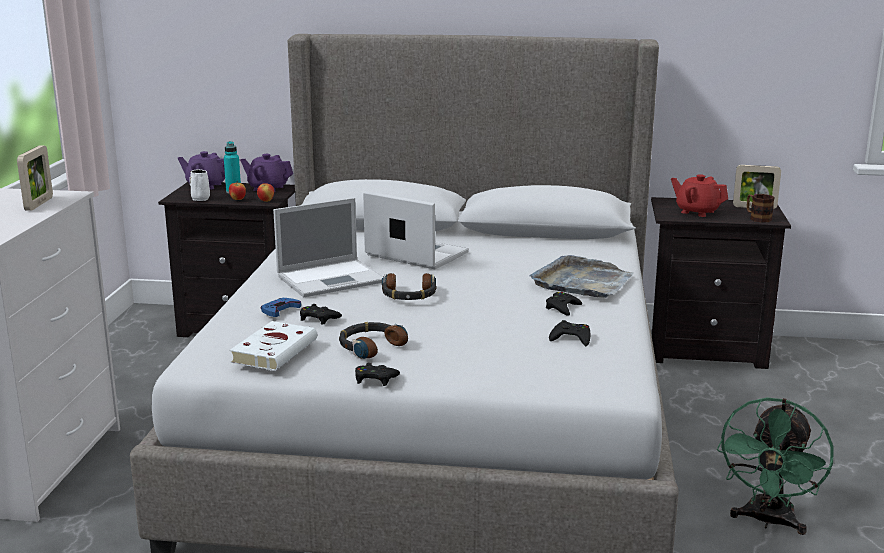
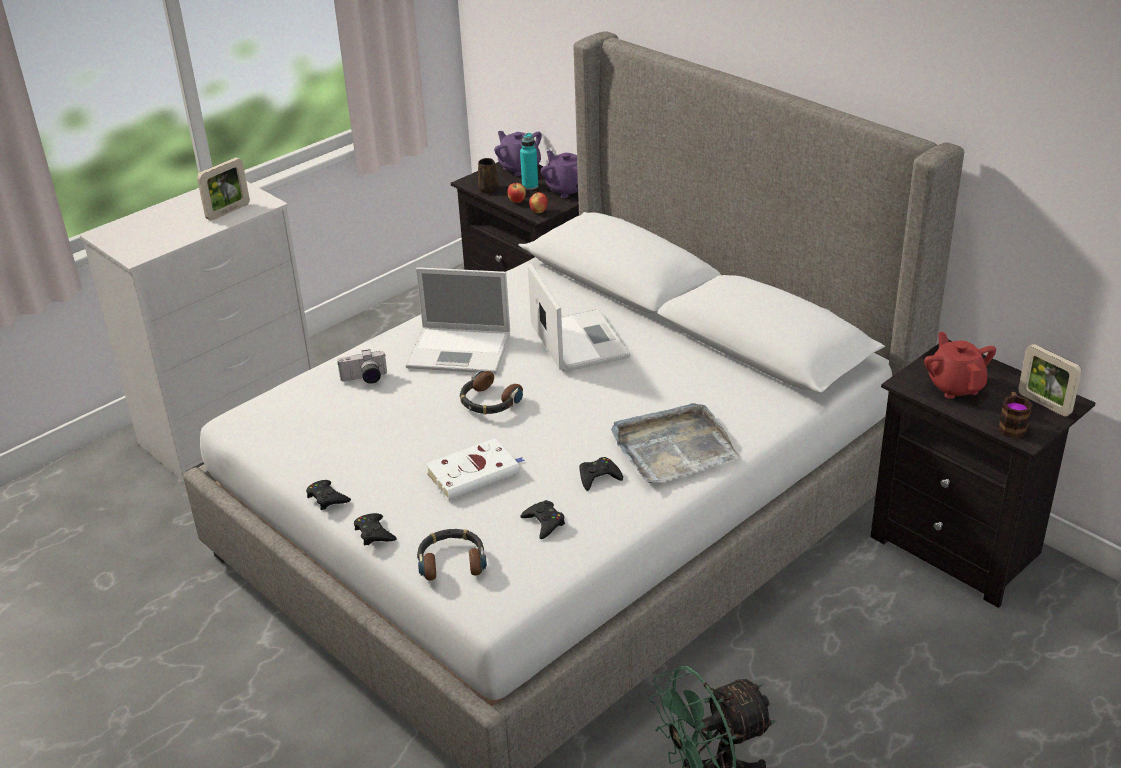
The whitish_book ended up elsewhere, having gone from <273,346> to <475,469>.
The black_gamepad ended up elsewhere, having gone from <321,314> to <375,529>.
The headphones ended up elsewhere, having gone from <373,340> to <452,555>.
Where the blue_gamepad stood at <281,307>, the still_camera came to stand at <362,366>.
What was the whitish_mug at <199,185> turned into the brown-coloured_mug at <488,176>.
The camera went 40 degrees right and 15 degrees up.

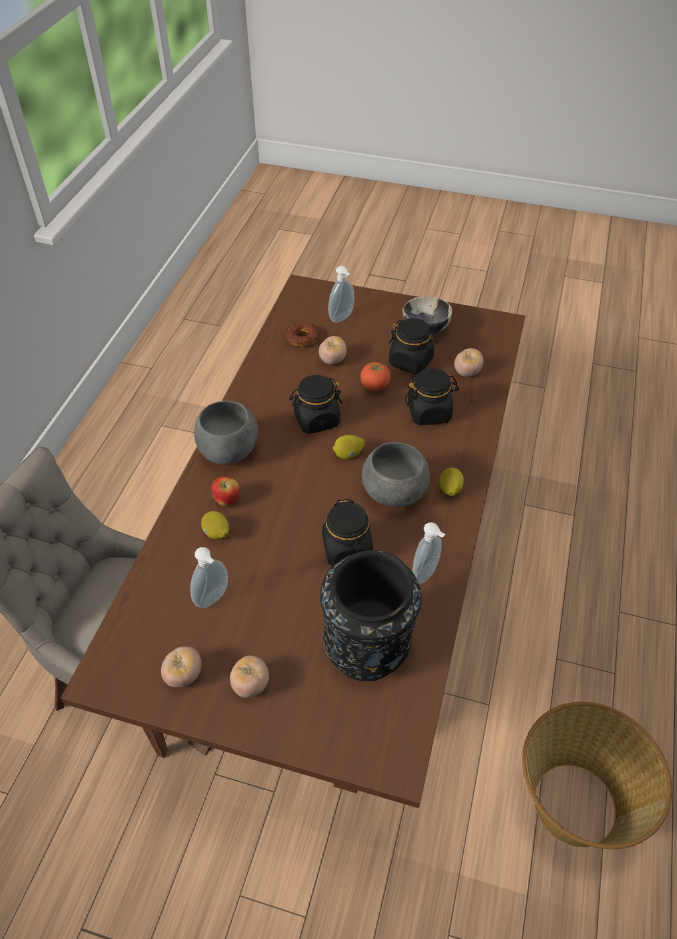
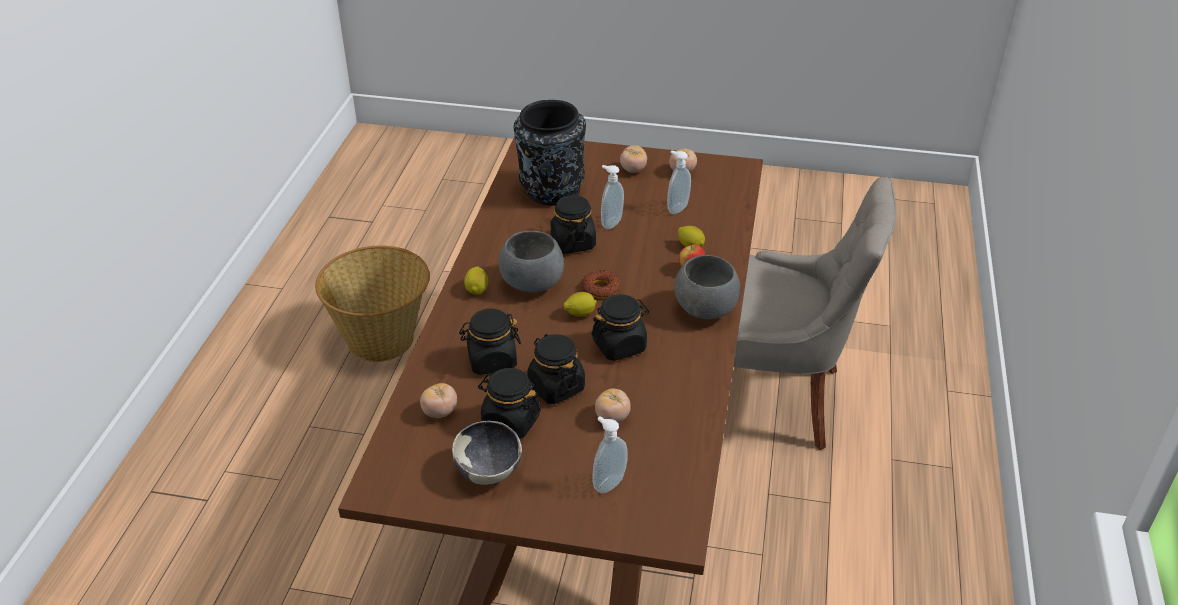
The donut ended up elsewhere, having gone from <302,334> to <601,284>.
The soap_bottle ended up elsewhere, having gone from <428,553> to <612,197>.
Where the whole_tomato stood at <375,376>, the black_storage_jar came to stand at <556,369>.
The camera went 175 degrees right and 10 degrees down.

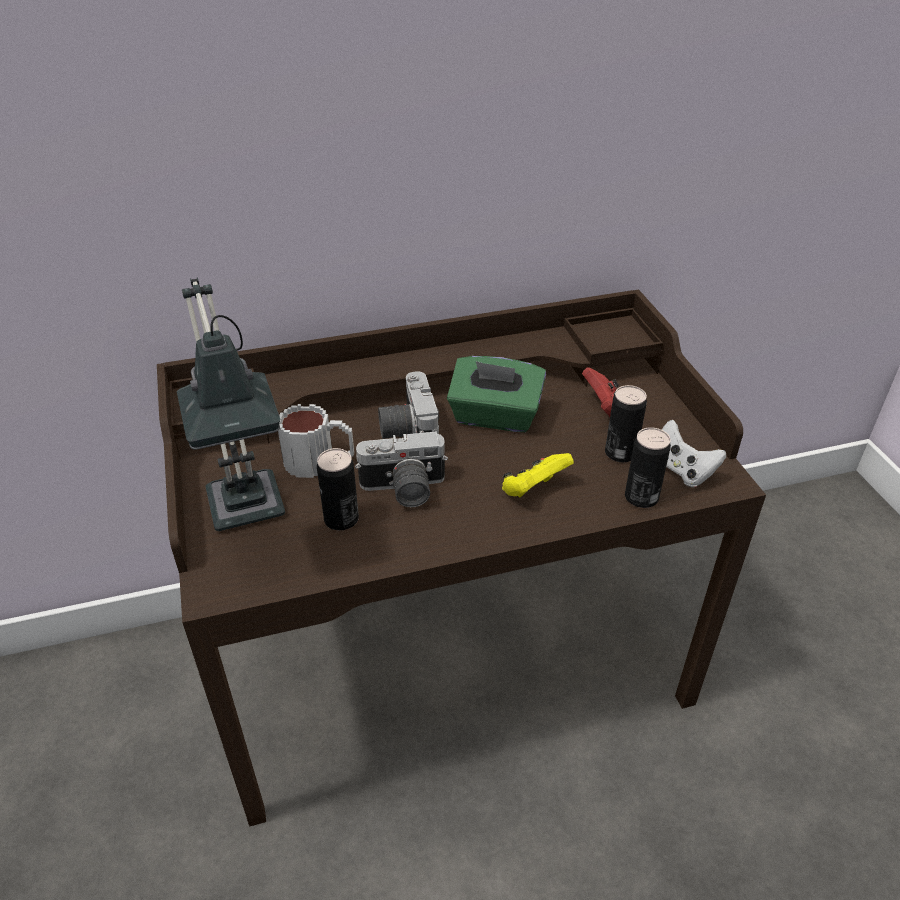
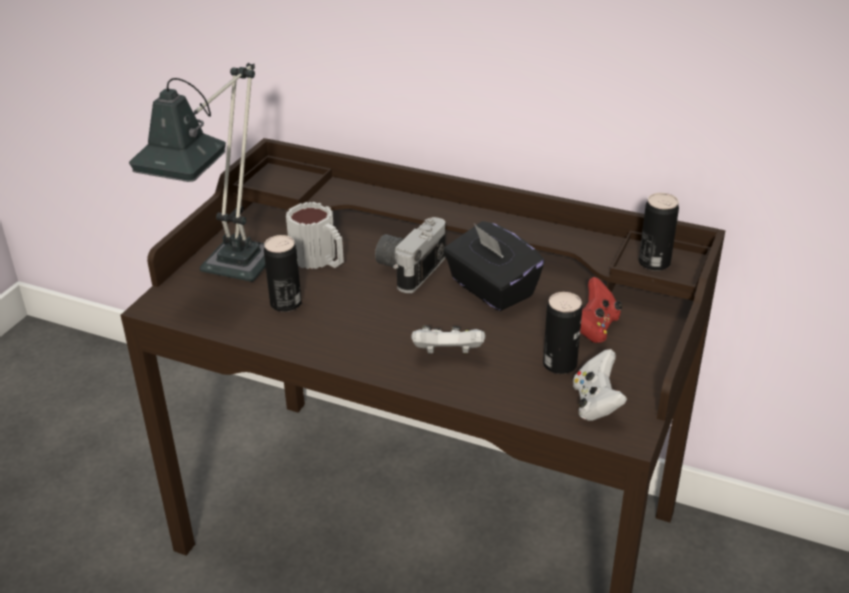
The second view lost the still_camera at <401,469>.
The metal_can ended up elsewhere, having gone from <648,467> to <659,232>.
What was the greenish_tissue_box at <496,394> turned into the black_tissue_box at <493,266>.
What was the yellowish_gamepad at <538,475> turned into the whitish_gamepad at <448,339>.
The camera went 40 degrees right and 5 degrees down.

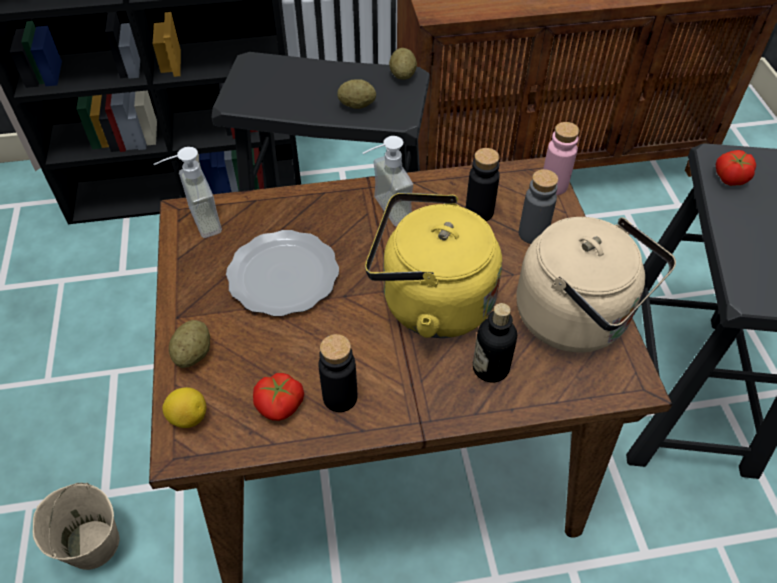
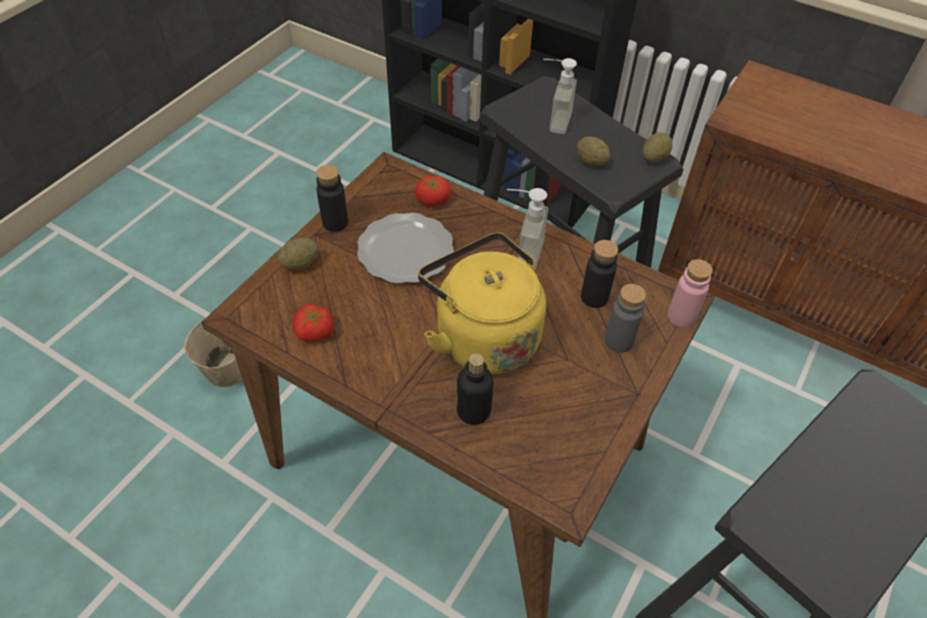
The second view lost the citrus_fruit at <184,407>.
The second view lost the beige_water_kettle at <596,284>.
The soap_bottle ended up elsewhere, having gone from <188,192> to <560,96>.
The black_bottle ended up elsewhere, having gone from <337,373> to <332,198>.
The whole_tomato ended up elsewhere, having gone from <736,168> to <433,190>.
The camera went 40 degrees right and 0 degrees up.

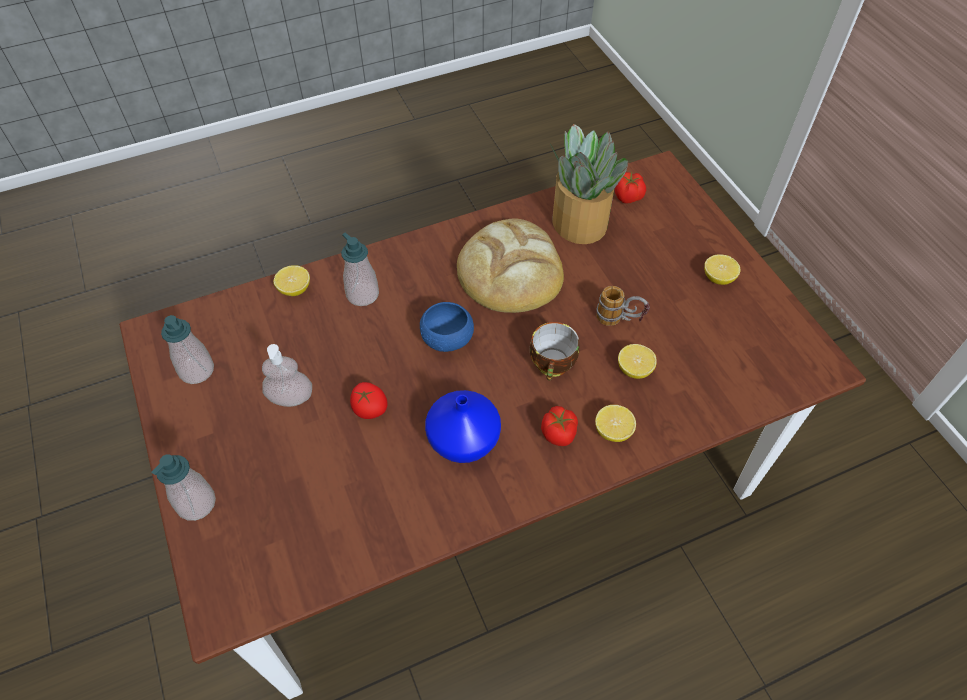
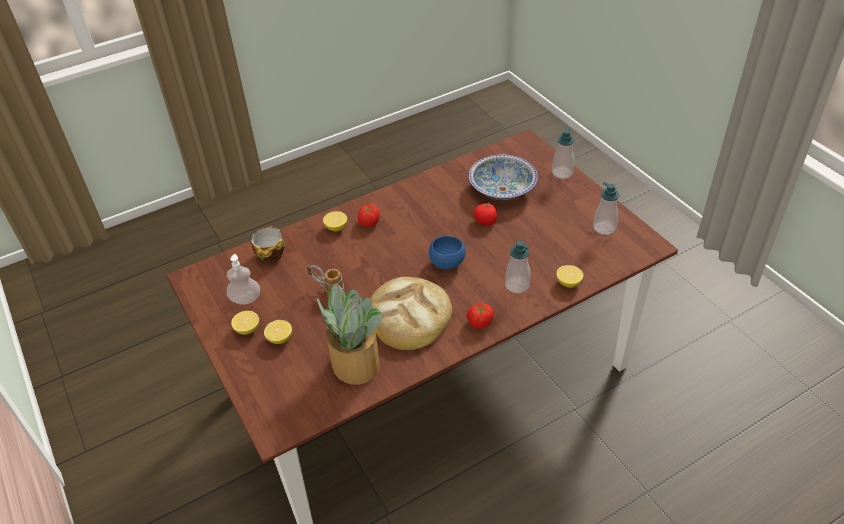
The second view lost the blue_decorative_vase at <463,426>.
The second view gained the serving_bowl at <503,177>.
The soap_bottle ended up elsewhere, having gone from <287,375> to <243,279>.
The small_cup ended up elsewhere, having gone from <555,351> to <268,244>.
The whole_tomato ended up elsewhere, having gone from <630,188> to <480,315>.
The citrus_fruit ended up elsewhere, having gone from <637,361> to <278,332>.
The camera went 175 degrees right and 10 degrees down.

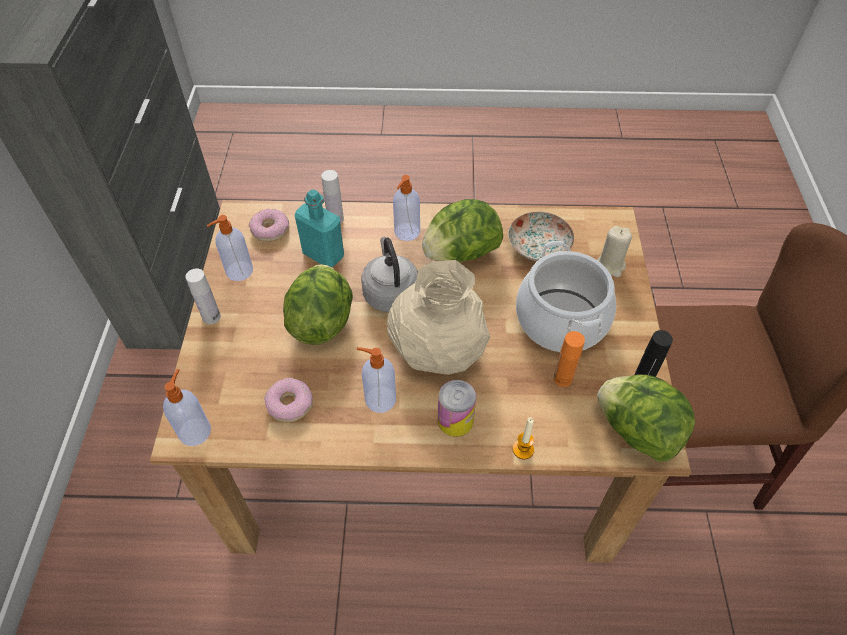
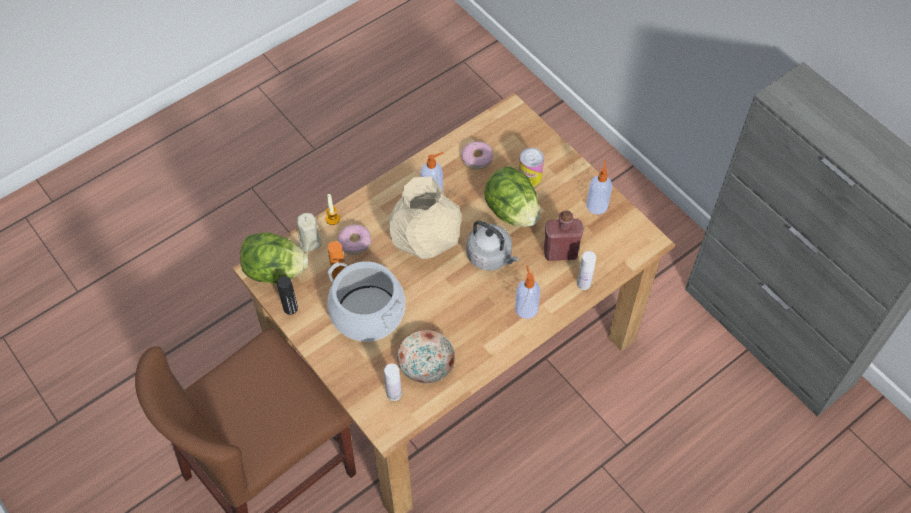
The second view lost the soap_bottle at <187,407>.
The second view lost the head_of_lettuce at <462,230>.
The whitish_bottle ended up elsewhere, having gone from <203,296> to <393,382>.
The donut ended up elsewhere, having gone from <269,225> to <354,240>.
The metal_can ended up elsewhere, having gone from <457,408> to <531,166>.
The beige_wax_candle ended up elsewhere, having gone from <614,251> to <309,232>.
What was the blue-green_bottle at <319,228> turned into the red_bottle at <564,235>.
The camera went 140 degrees right and 5 degrees up.

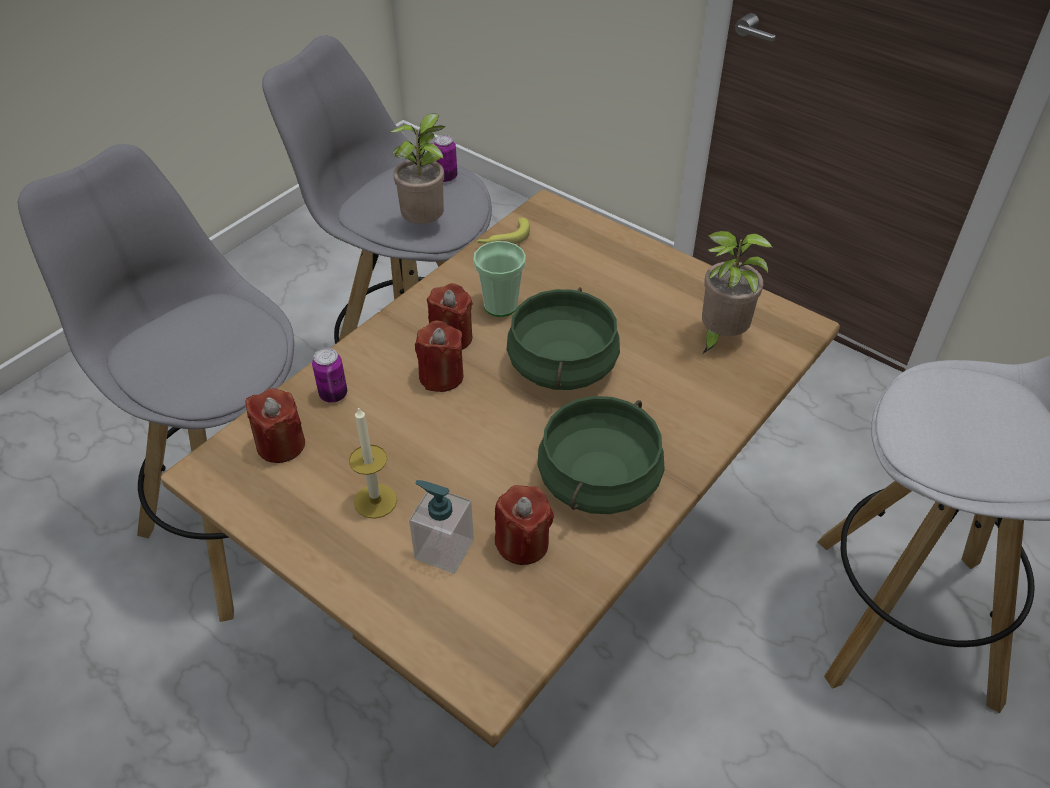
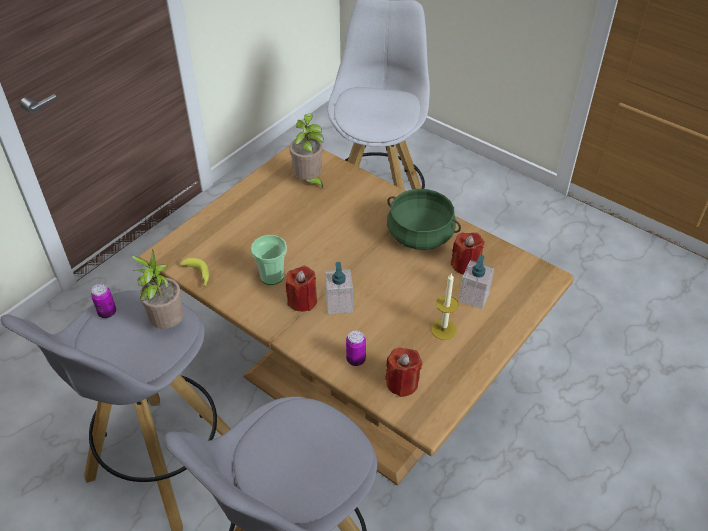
The second view lost the greenish_stockpot at <563,338>.
Where the red_wax_candle stood at <439,356>, the soap_bottle came to stand at <339,288>.
The camera went 90 degrees left and 0 degrees up.

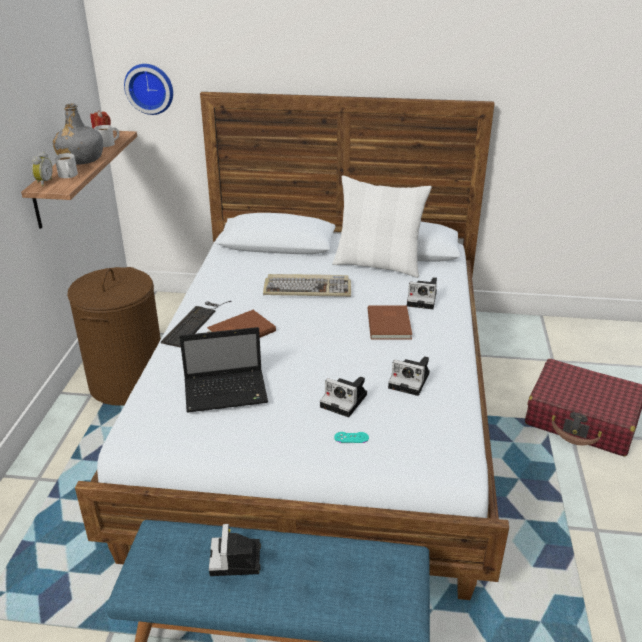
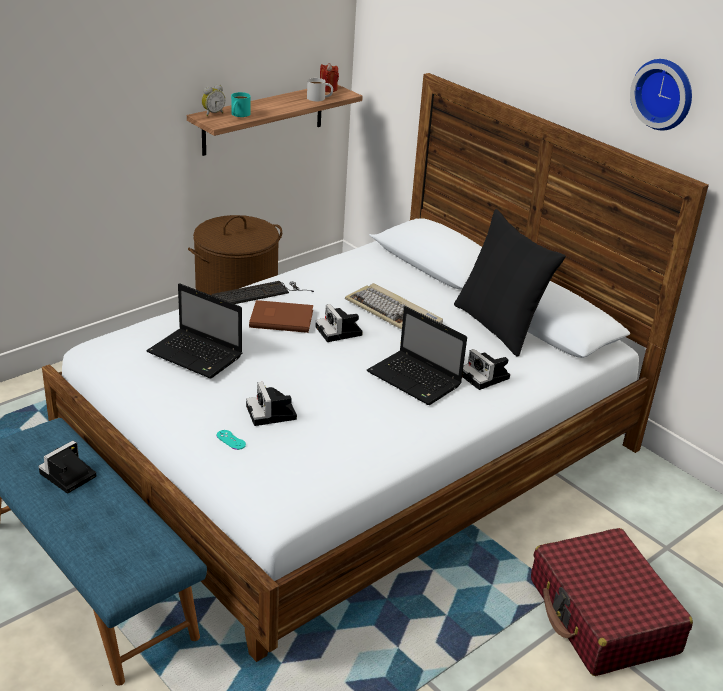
The second view lost the grey_bottle at <78,134>.
The hanging_clock ended up elsewhere, having gone from <148,89> to <661,95>.
The still_camera ended up elsewhere, having gone from <409,376> to <339,323>.
Where the brown-coloured_book stood at <389,322>, the portable_computer came to stand at <417,355>.
What was the whitish_mug at <66,165> turned into the blue-green_mug at <241,104>.
What was the whitish_throw_pillow at <382,227> turned into the black_throw_pillow at <510,283>.
The camera went 40 degrees right and 0 degrees up.

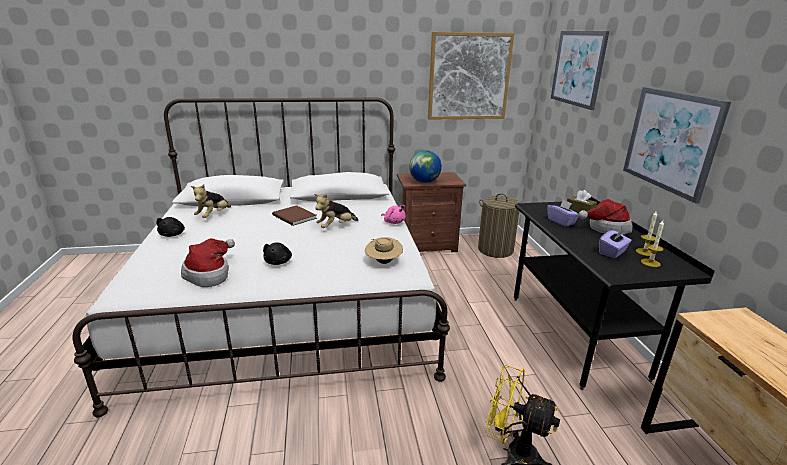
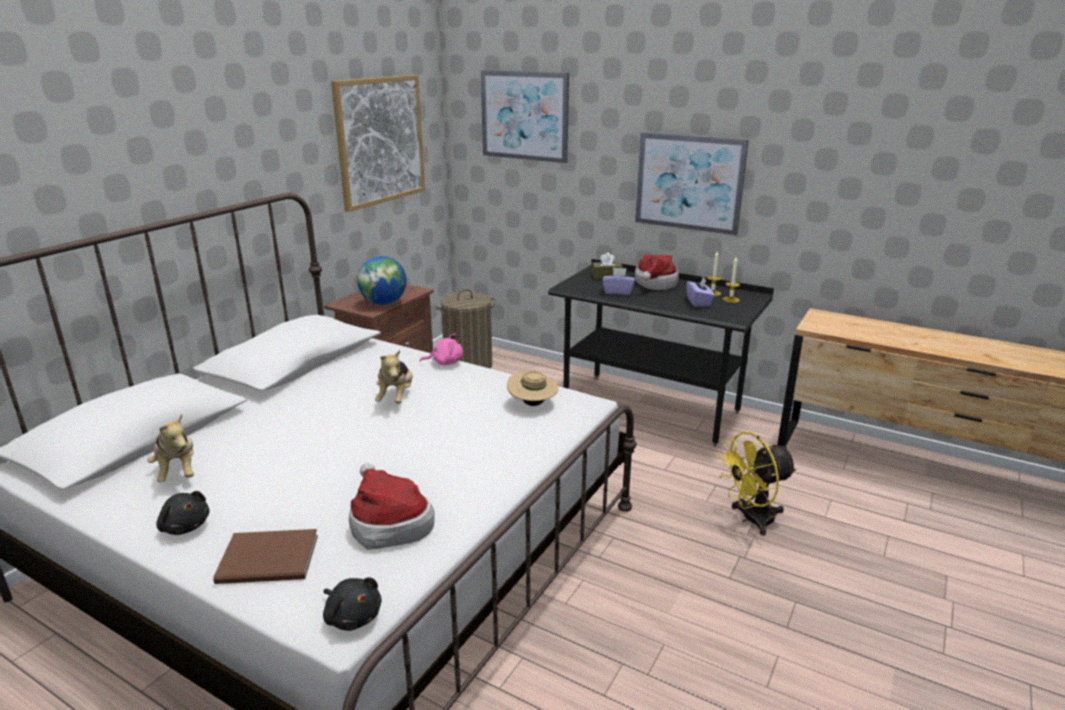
The black_cuddly_toy ended up elsewhere, having gone from <277,253> to <352,604>.
The brown-coloured_book ended up elsewhere, having gone from <294,215> to <265,556>.
The camera went 50 degrees left and 0 degrees up.

